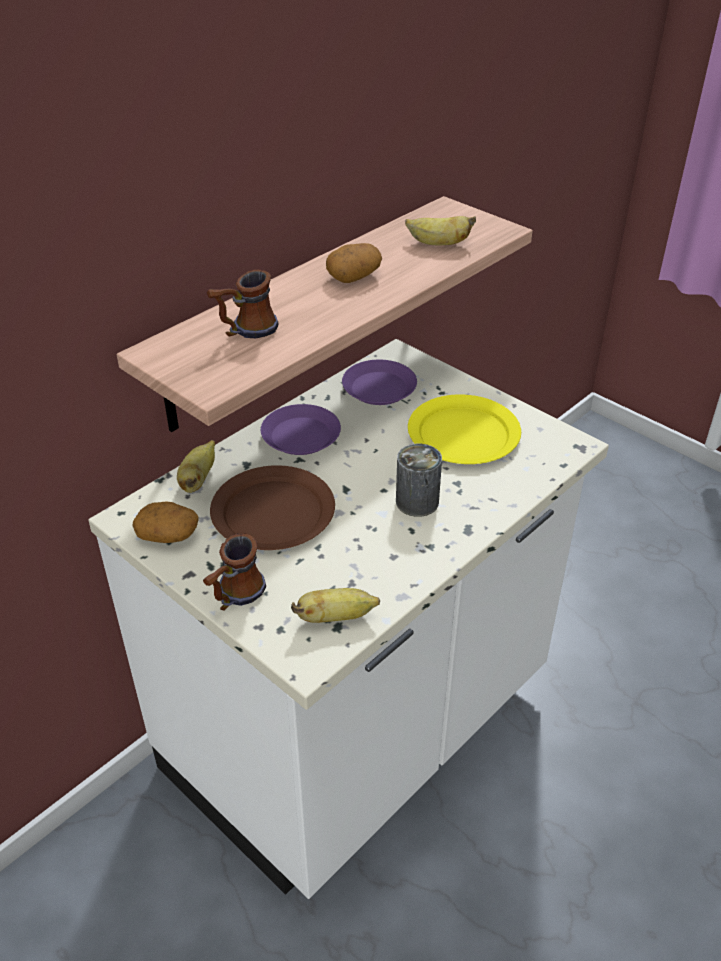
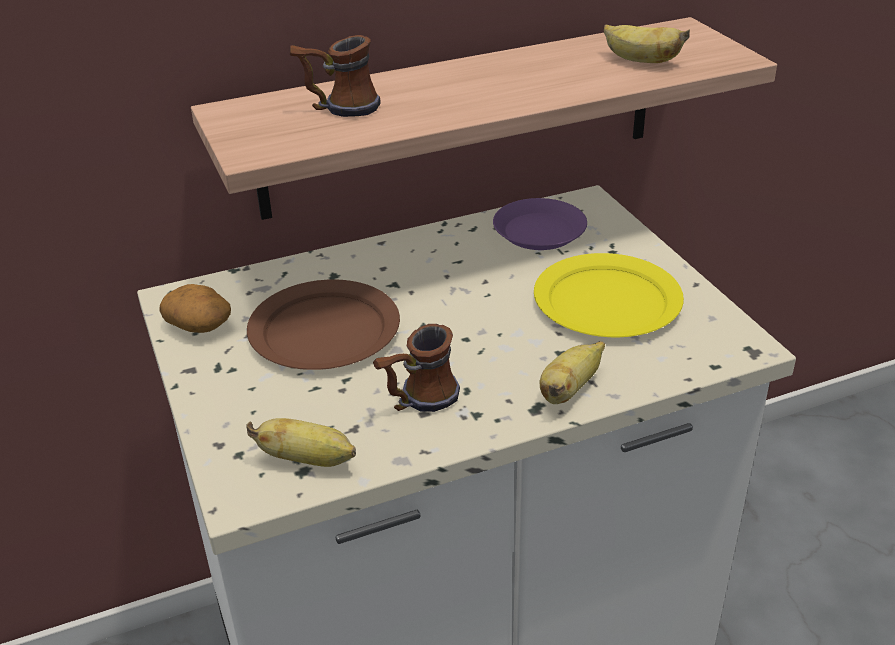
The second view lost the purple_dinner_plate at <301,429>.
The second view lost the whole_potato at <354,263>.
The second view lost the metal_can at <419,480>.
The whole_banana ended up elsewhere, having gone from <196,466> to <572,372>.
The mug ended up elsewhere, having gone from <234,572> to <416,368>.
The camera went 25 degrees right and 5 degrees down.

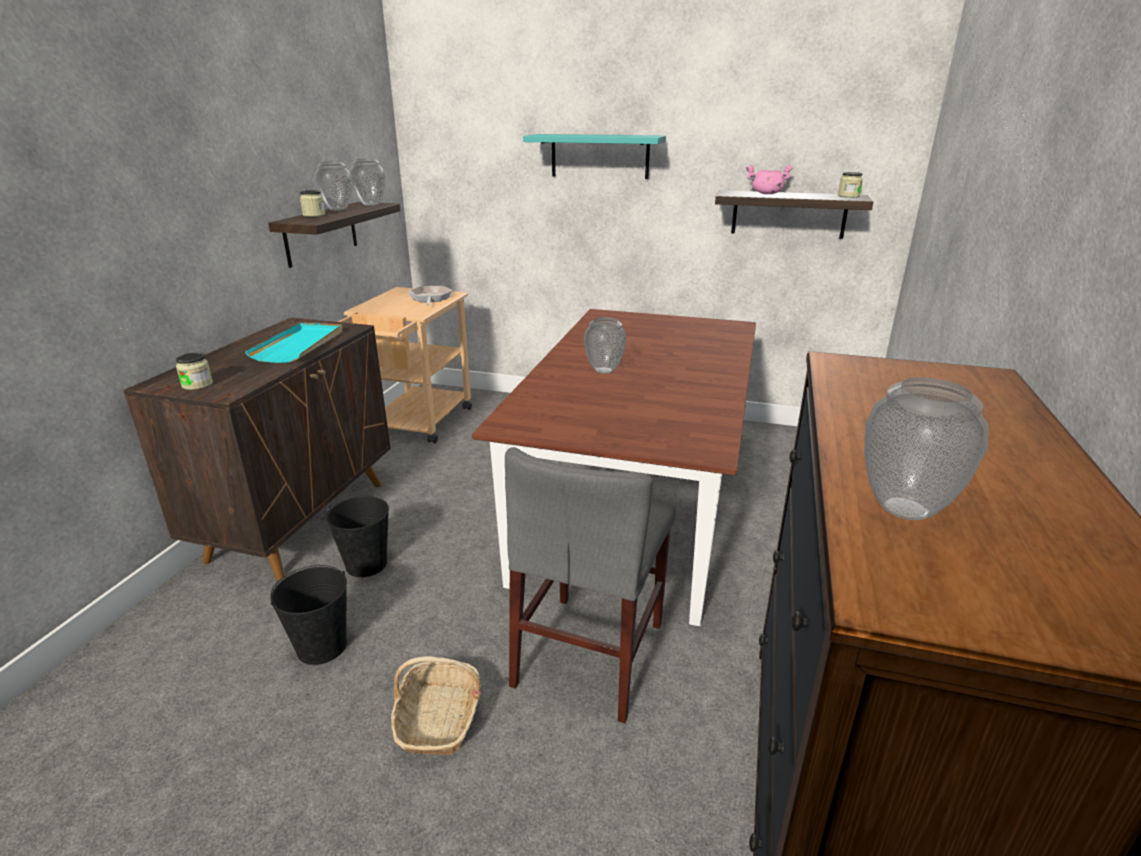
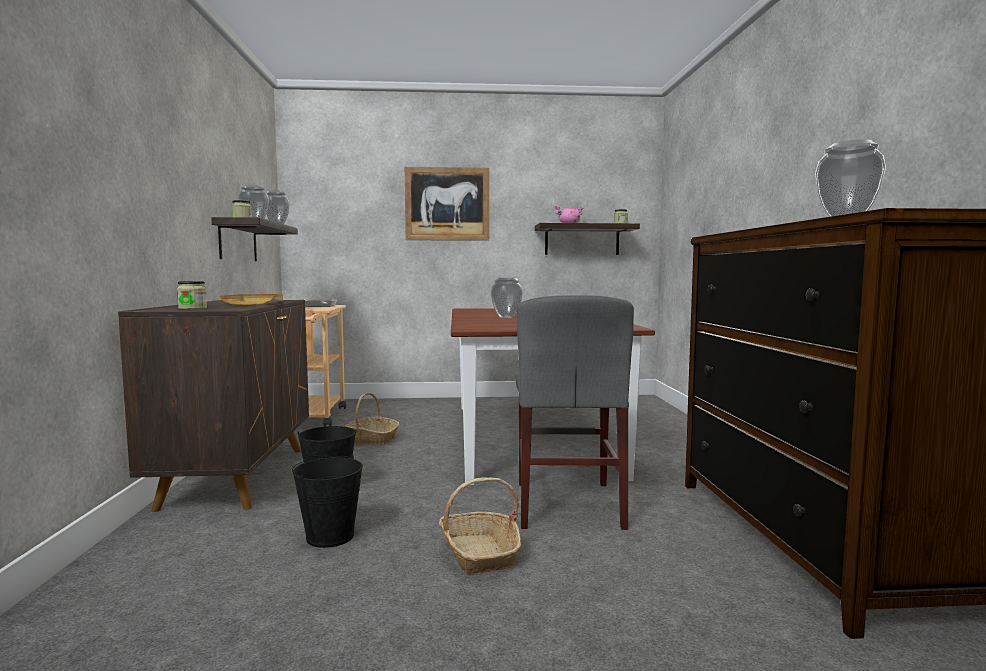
The second view gained the basket at <371,419>.
Where the blue-green_shelf hung at <594,156>, the wall_art came to hang at <446,204>.
What was the blue-green_tray at <294,343> turned into the beige_tray at <251,299>.
The camera went 20 degrees left and 20 degrees down.

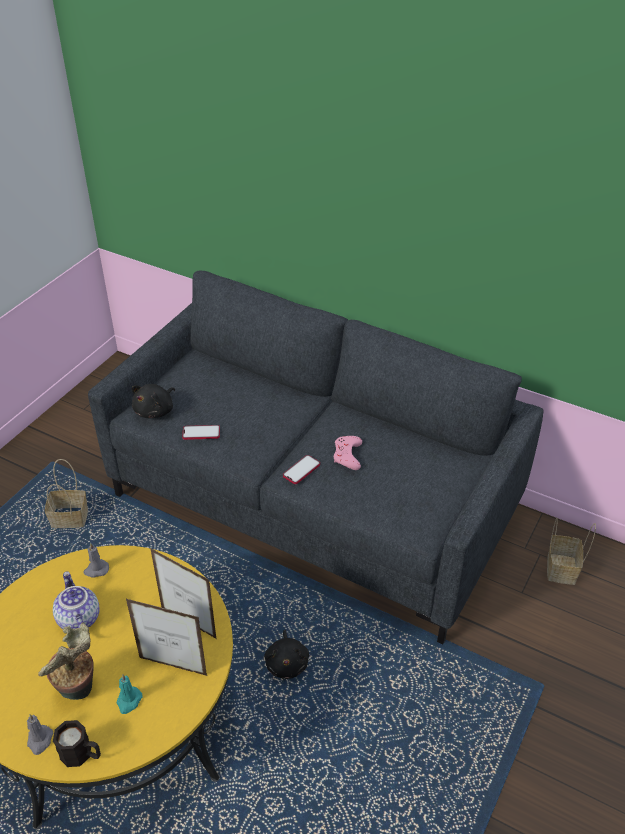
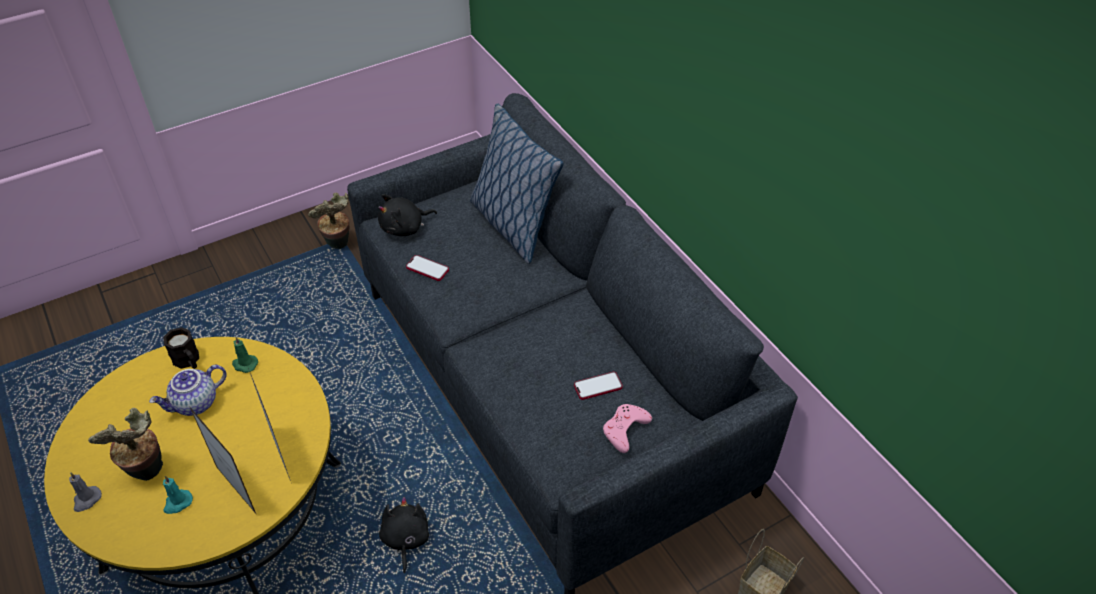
The second view lost the basket at <66,493>.
The second view gained the plant_in_a_pot at <329,221>.
The second view gained the throw_pillow at <517,183>.
The black_mug ended up elsewhere, having gone from <77,743> to <181,348>.
The phone ended up elsewhere, having gone from <301,469> to <598,386>.
The pink-coloured_gamepad ended up elsewhere, having gone from <348,453> to <627,428>.
What was the grey_wax_candle at <96,560> turned into the greenish_wax_candle at <245,355>.
The pot_for_tea at <76,600> ended up facing another way, 135 degrees counterclockwise from before.
The black_cuddly_toy at <286,654> ended up facing another way, 150 degrees clockwise from before.
The camera went 30 degrees right and 5 degrees up.

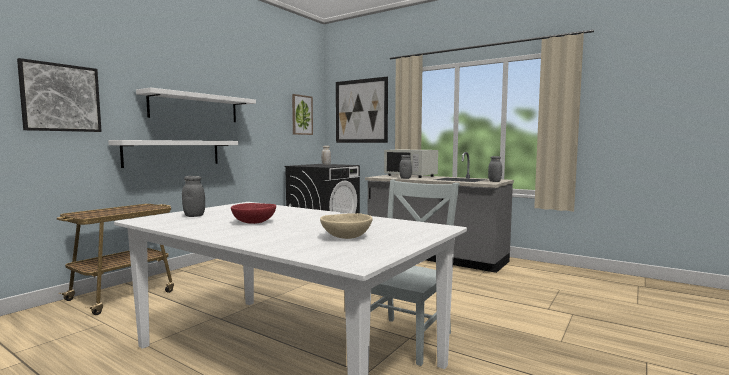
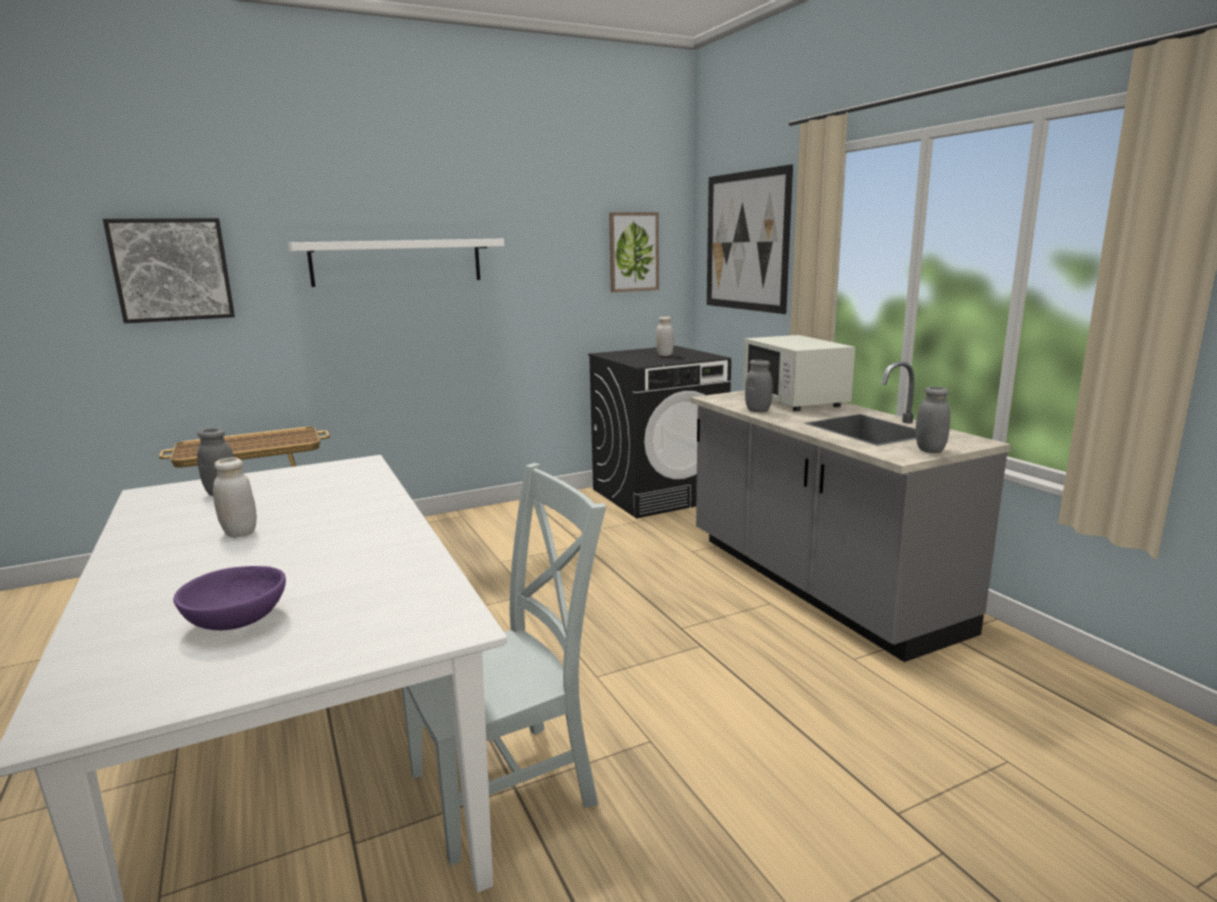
The second view lost the whitish_shelf at <173,154>.
Where the red_serving_bowl stood at <253,213>, the whitish_storage_jar came to stand at <235,497>.
What was the beige_serving_bowl at <346,226> turned into the purple_serving_bowl at <229,598>.
The camera went 30 degrees right and 10 degrees up.

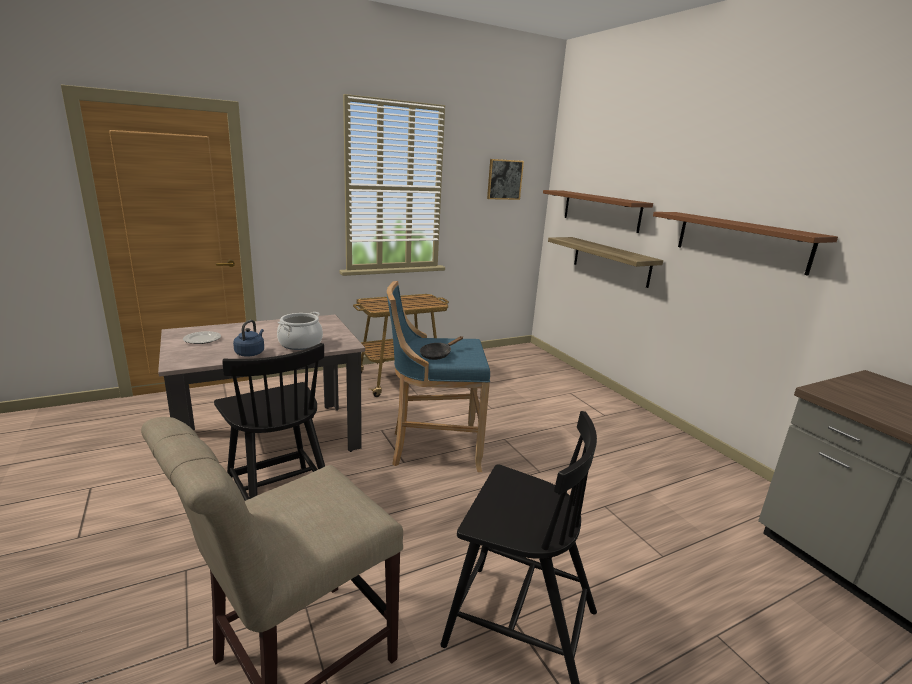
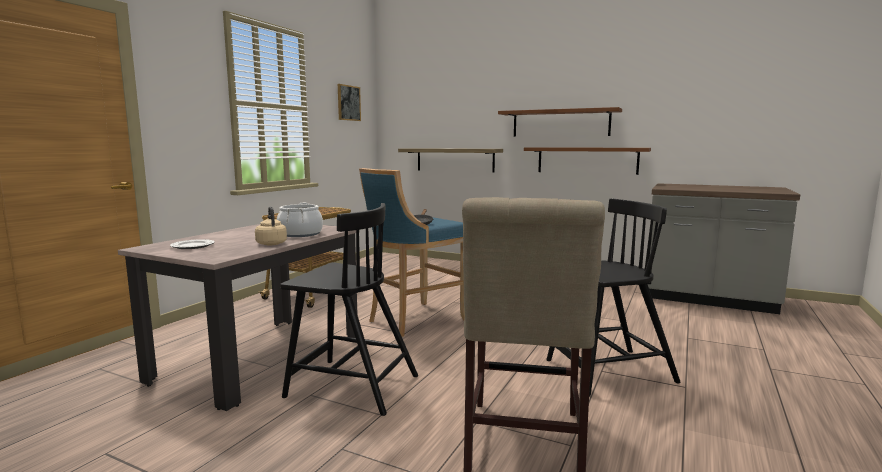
The brown-coloured_shelf ended up elsewhere, having gone from <598,211> to <587,161>.
What was the blue_water_kettle at <248,338> turned into the beige_water_kettle at <271,226>.
The camera went 35 degrees left and 10 degrees down.

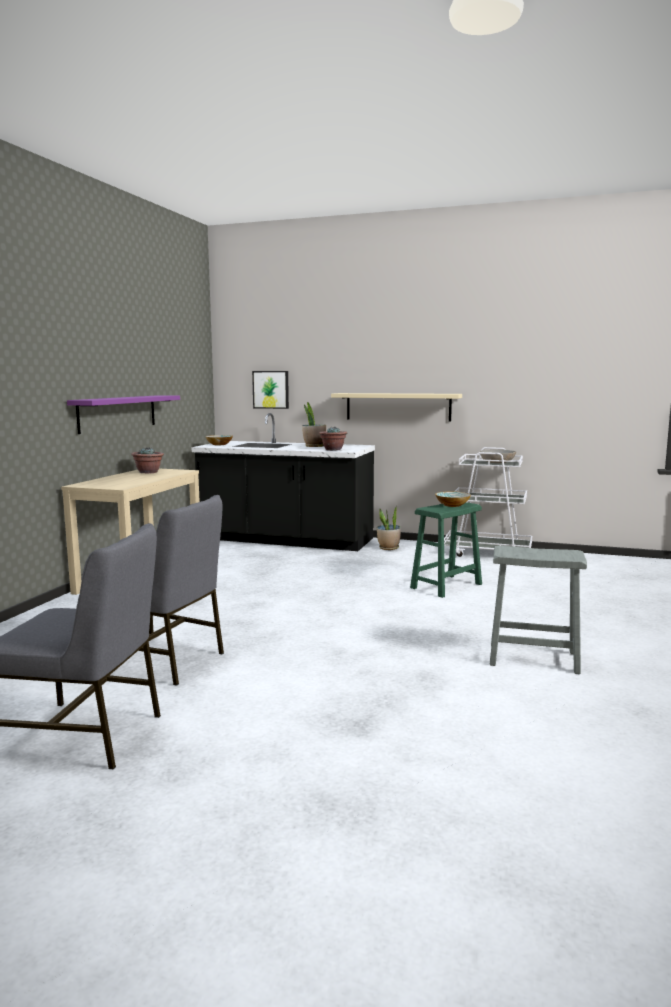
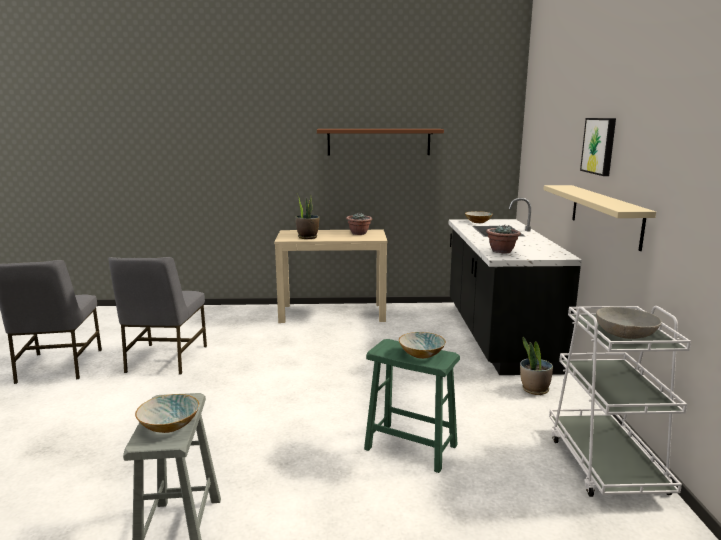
The second view lost the purple_shelf at <123,414>.
The second view gained the serving_bowl at <167,413>.
The second view gained the brown-coloured_shelf at <380,142>.
The wall_art ended up elsewhere, having gone from <270,390> to <598,147>.
The plant_in_a_pot ended up elsewhere, having gone from <314,424> to <308,217>.
The camera went 70 degrees right and 5 degrees up.

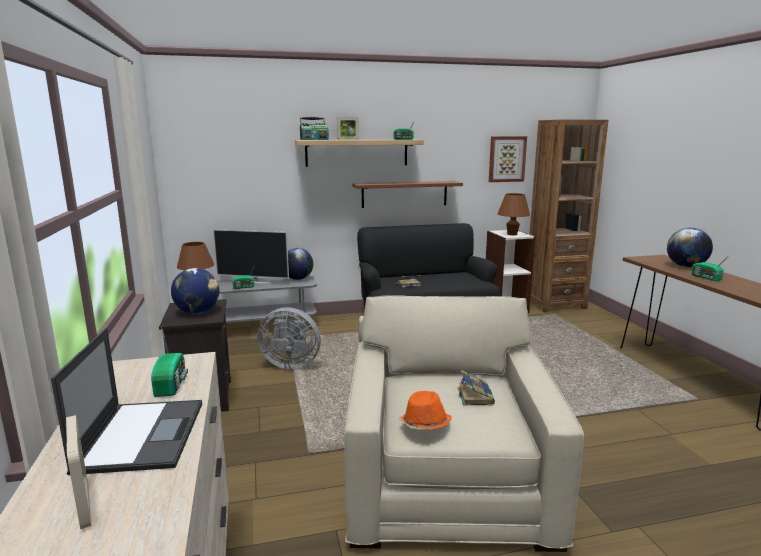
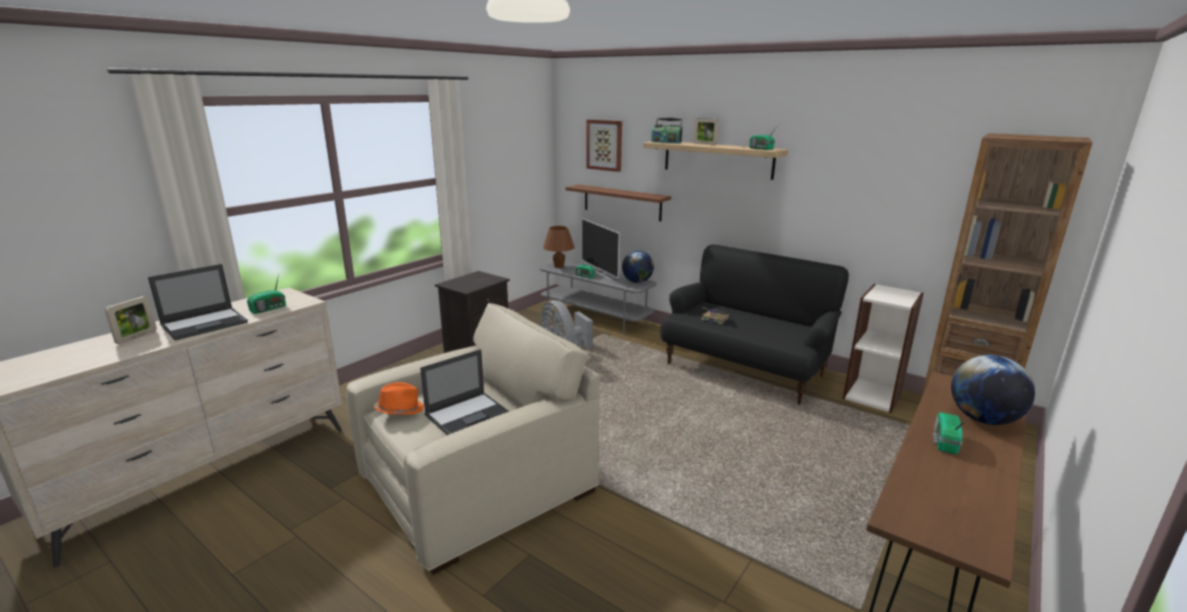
The second view lost the globe at <195,291>.
The second view lost the brown-coloured_lamp_for_a_table at <514,214>.
The brown-coloured_shelf ended up elsewhere, having gone from <407,194> to <618,202>.
The wall_art ended up elsewhere, having gone from <508,159> to <604,145>.
Where the book stood at <476,388>, the portable_computer came to stand at <464,392>.
The camera went 50 degrees right and 5 degrees up.

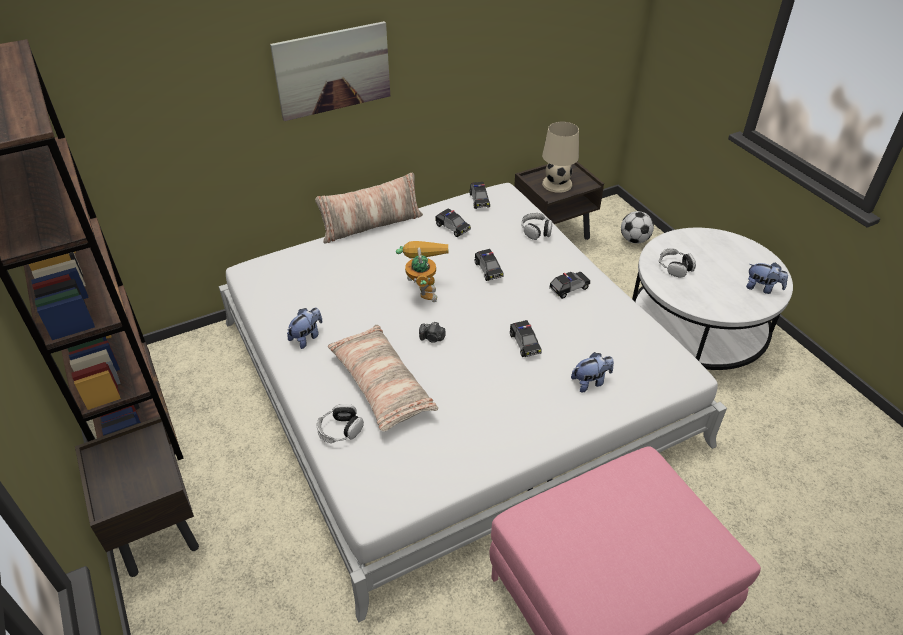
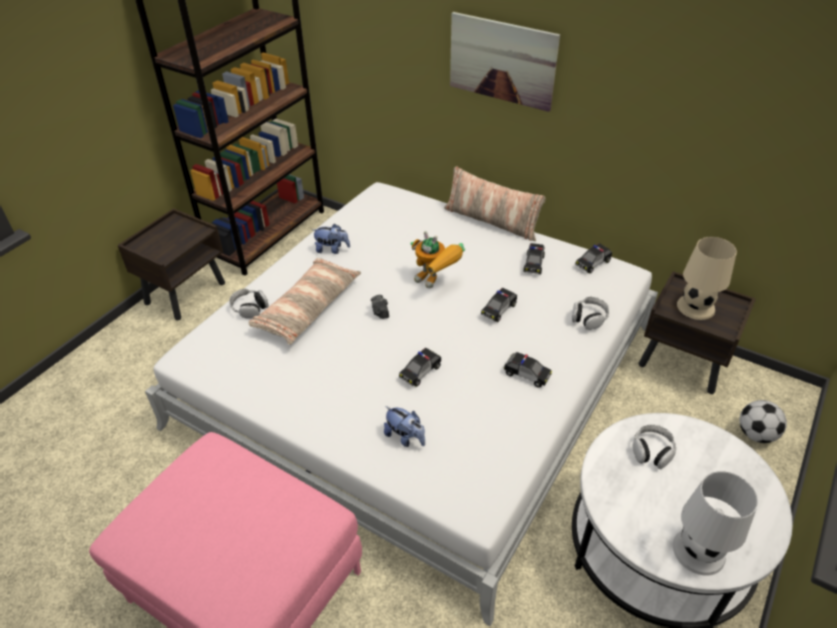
Where the cuddly_toy stood at <767,278>, the whitish_lamp_for_a_table came to stand at <715,523>.
The robot_figure at <422,271> ended up facing another way, 75 degrees clockwise from before.
The camera went 60 degrees right and 0 degrees up.

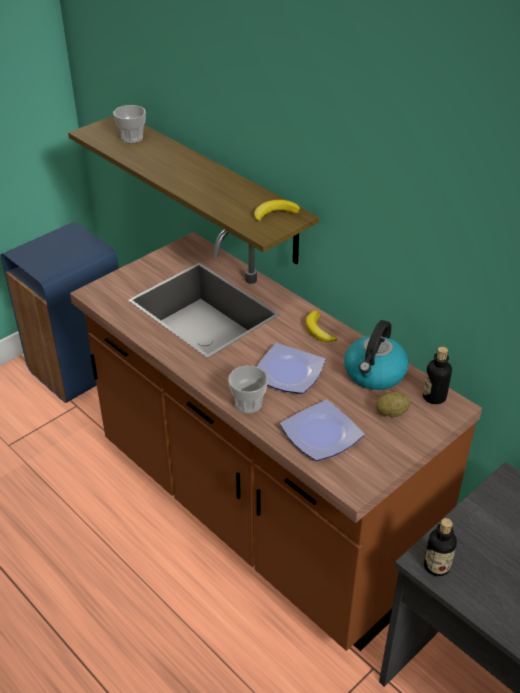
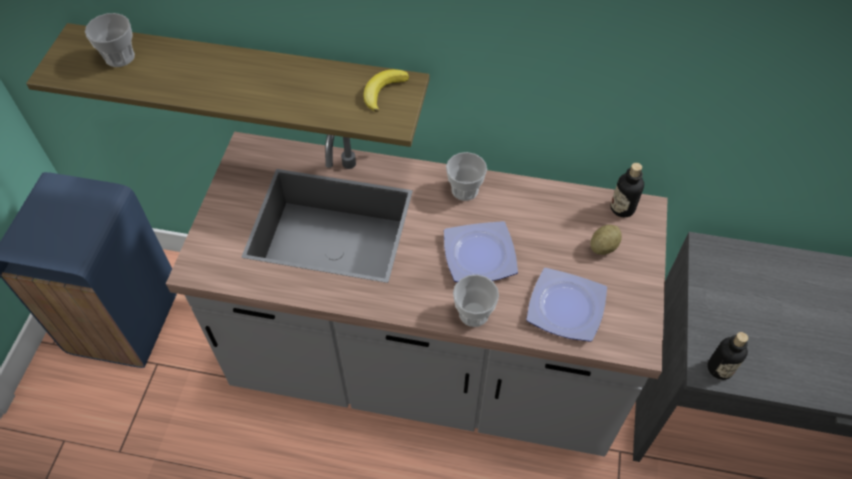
The second view lost the water_kettle at <376,355>.
Where the whole_banana stood at <321,326>, the small_cup came to stand at <466,176>.
What was the brown-coloured_kitchen_counter at <276,440> turned into the grey_kitchen_counter at <417,293>.
The camera went 35 degrees left and 15 degrees up.

